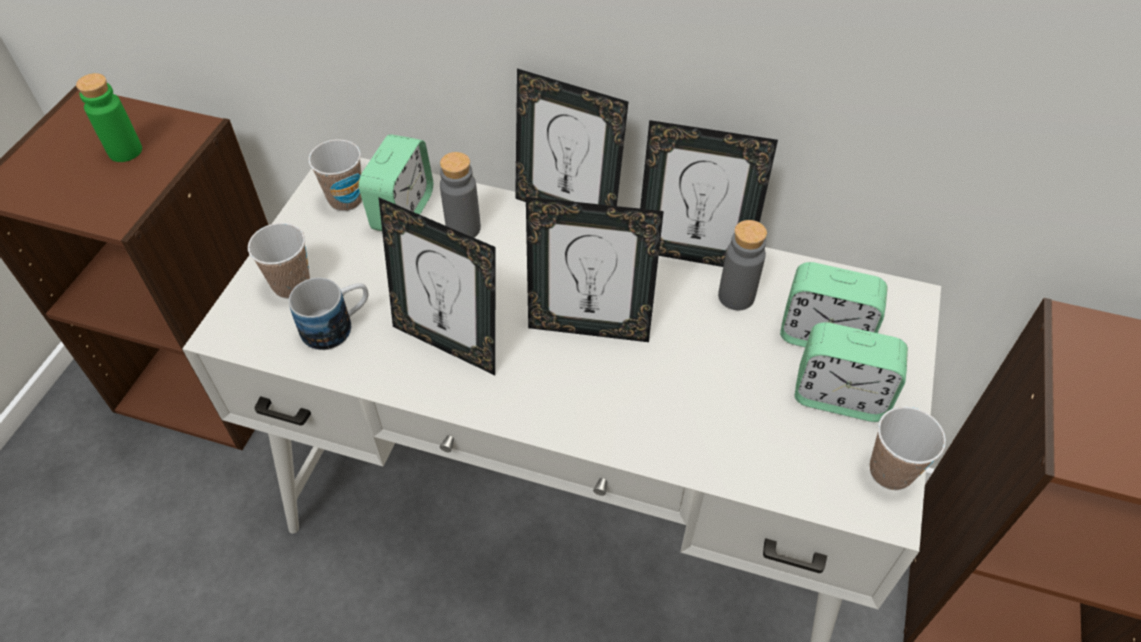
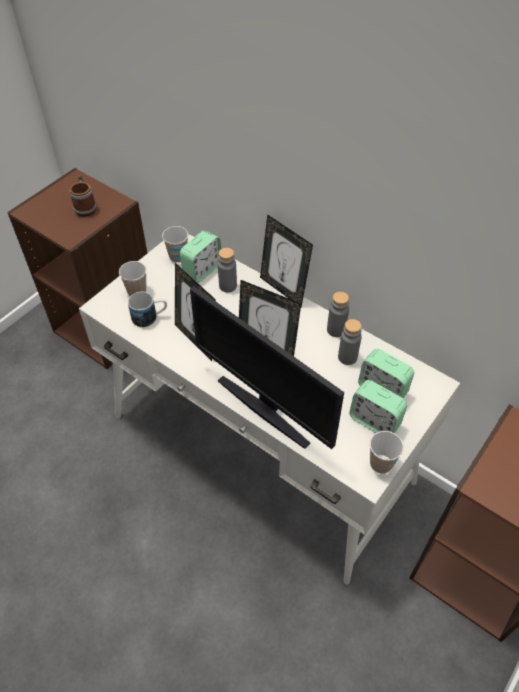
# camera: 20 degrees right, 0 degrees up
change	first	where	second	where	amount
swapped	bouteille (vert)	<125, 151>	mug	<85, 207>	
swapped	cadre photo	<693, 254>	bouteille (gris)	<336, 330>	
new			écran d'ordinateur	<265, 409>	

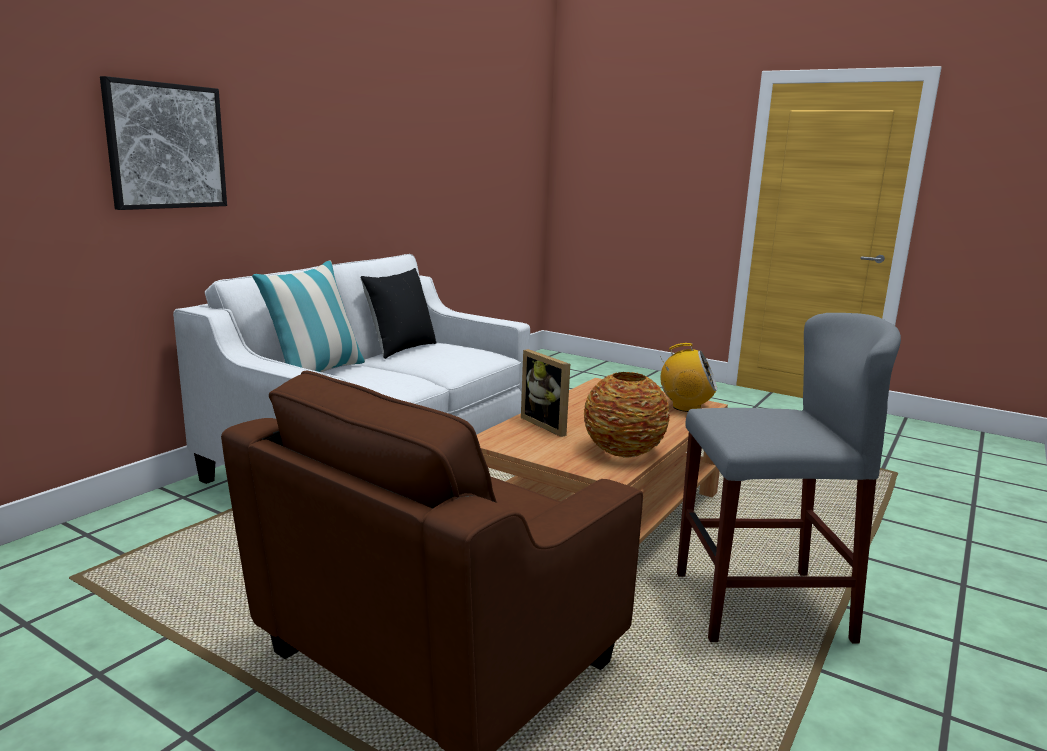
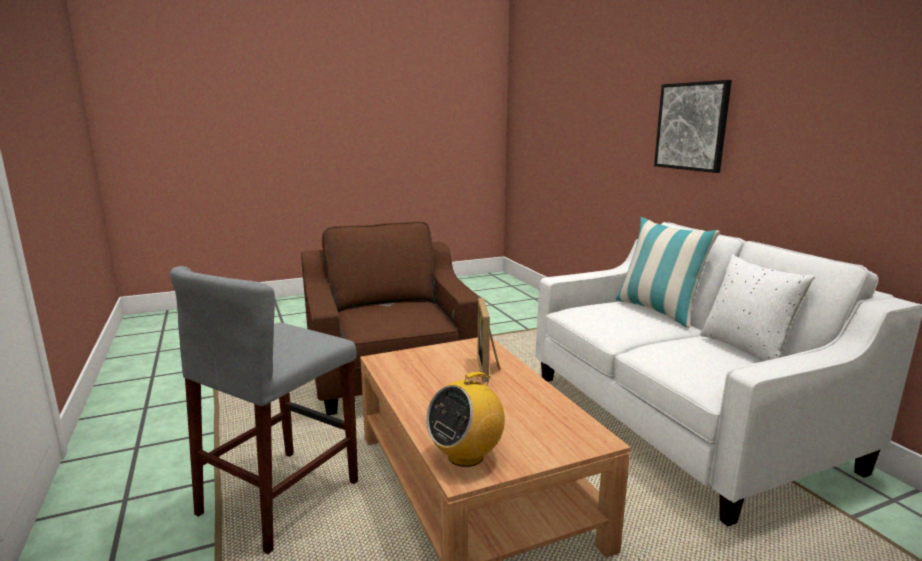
# camera: 125 degrees right, 0 degrees up
change	first	where	second	where	amount
repainted	coussin (noir)	<400, 349>	coussin (blanc)	<746, 348>	
rotated	cadre photo	<548, 425>		<489, 368>	90 degrees counterclockwise
gone	vase	<622, 451>			

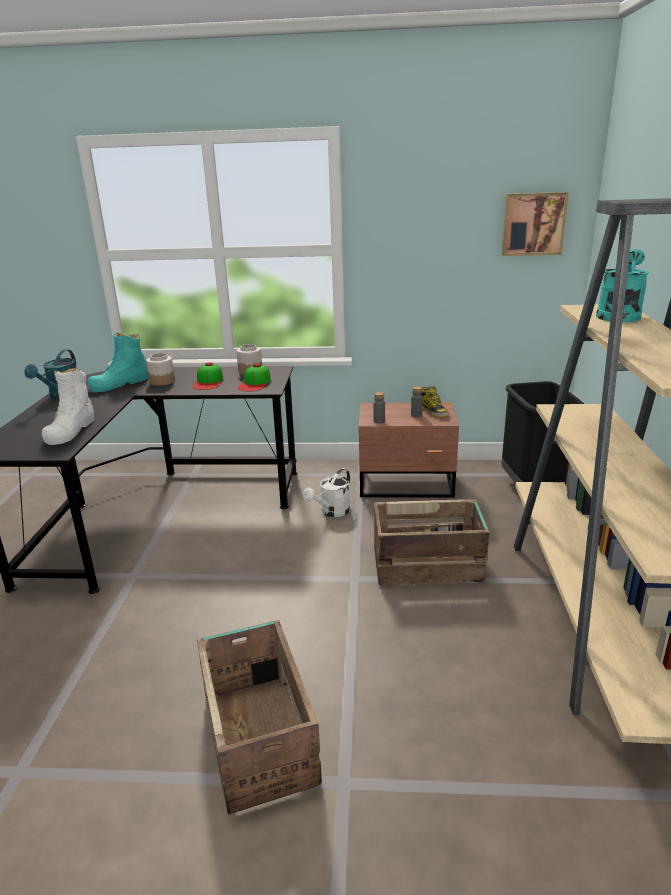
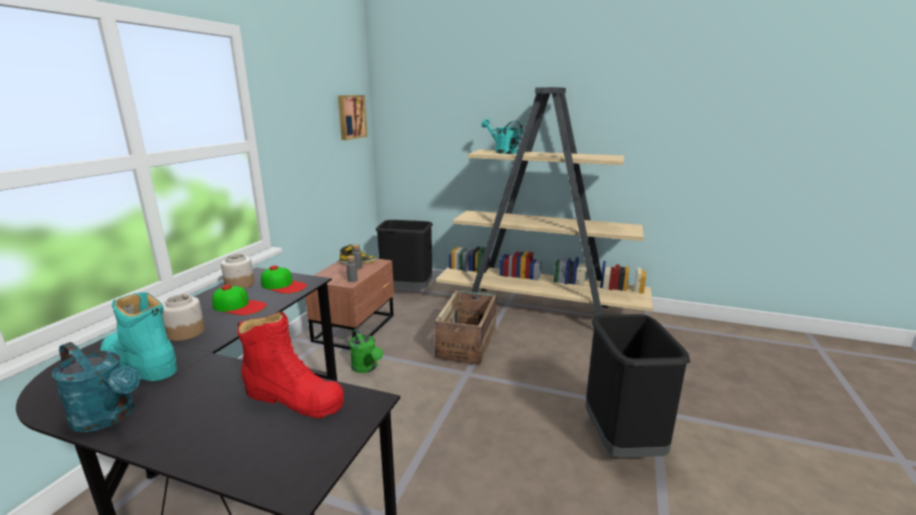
# camera: 75 degrees left, 5 degrees down
change	first	where	second	where	amount
rotated	botte (turquoise)	<120, 384>		<140, 363>	150 degrees clockwise
repainted	botte (blanc)	<71, 430>	botte (rouge)	<294, 398>	
repainted	arrosoir (blanc)	<332, 512>	arrosoir (vert)	<367, 368>	
swapped	caisse	<259, 735>	poubelle (noir)	<621, 441>	

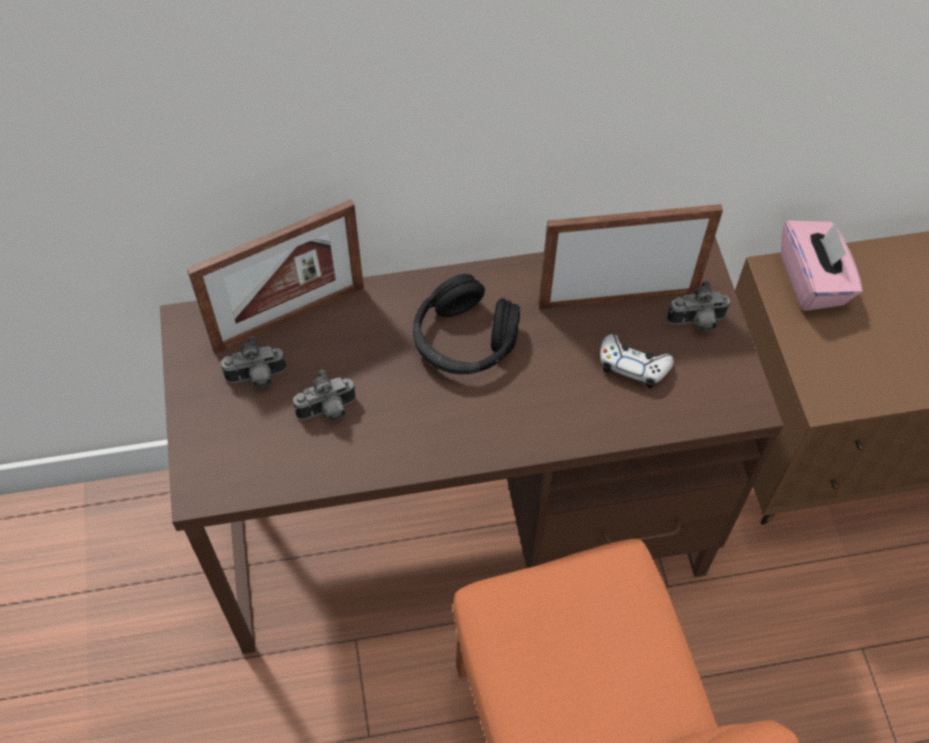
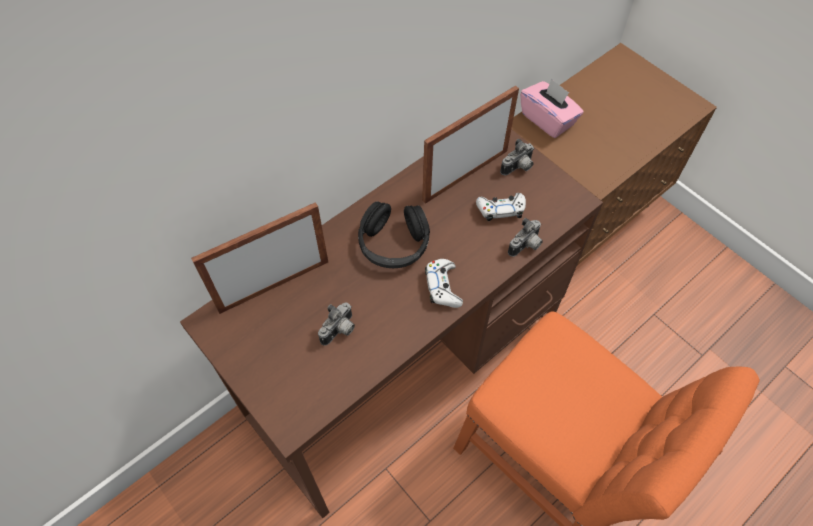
# camera: 30 degrees left, 0 degrees up
change	first	where	second	where	amount
rotated	cadre photo	<289, 317>		<274, 285>	150 degrees counterclockwise
shifted	appareil photo	<257, 378>		<526, 246>	
new			manette (blanc)	<443, 287>	

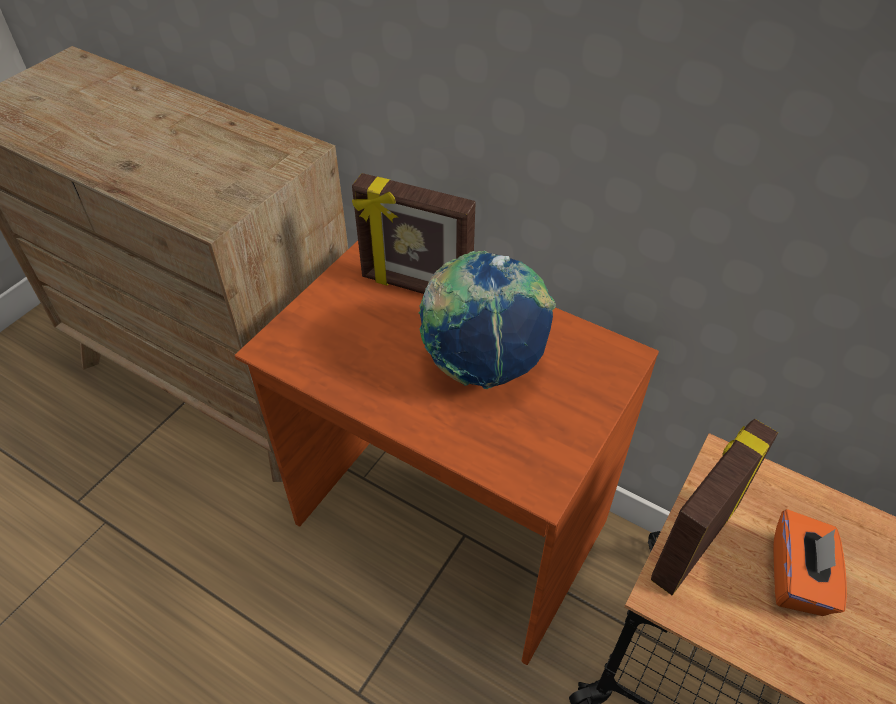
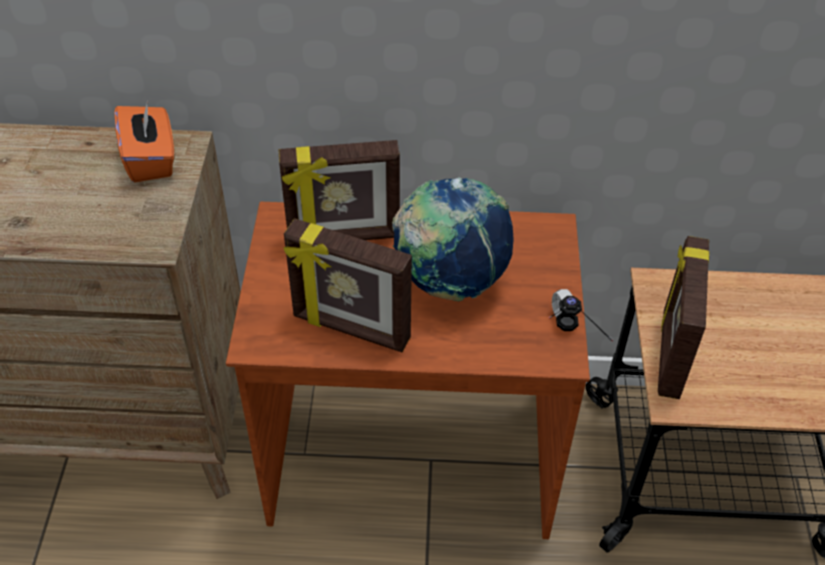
# camera: 30 degrees left, 0 degrees up
change	first	where	second	where	amount
shifted	boîte à mouchoirs (orange)	<798, 578>		<150, 160>	
new			cadre photo	<350, 329>	
new			casque audio	<567, 338>	

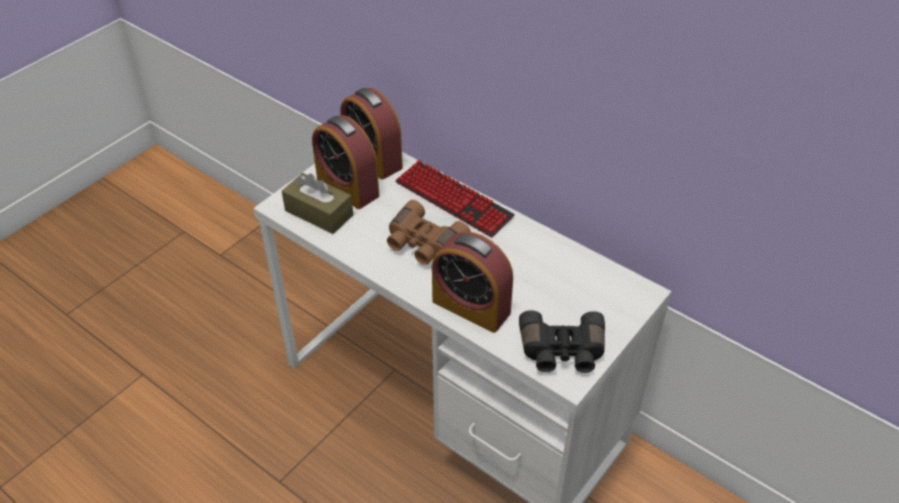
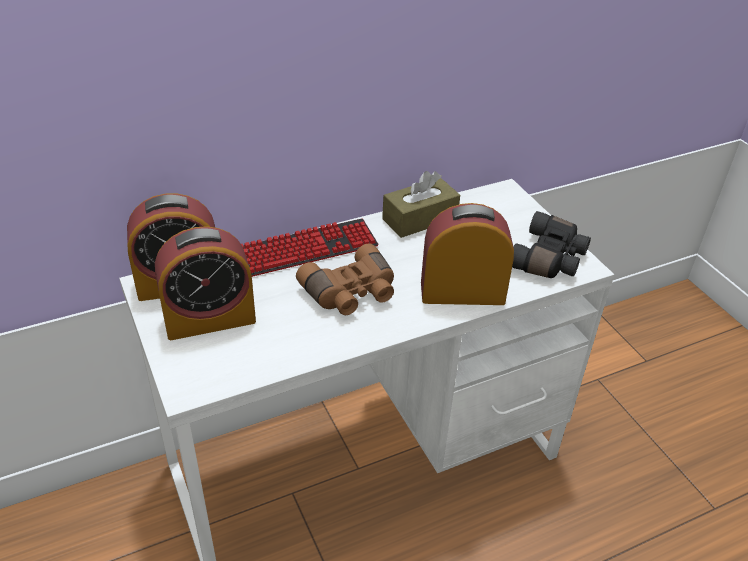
# camera: 65 degrees left, 5 degrees down
change	first	where	second	where	amount
shifted	boîte à mouchoirs (marron)	<319, 213>		<420, 219>	
rotated	réveil	<471, 307>		<462, 292>	150 degrees counterclockwise

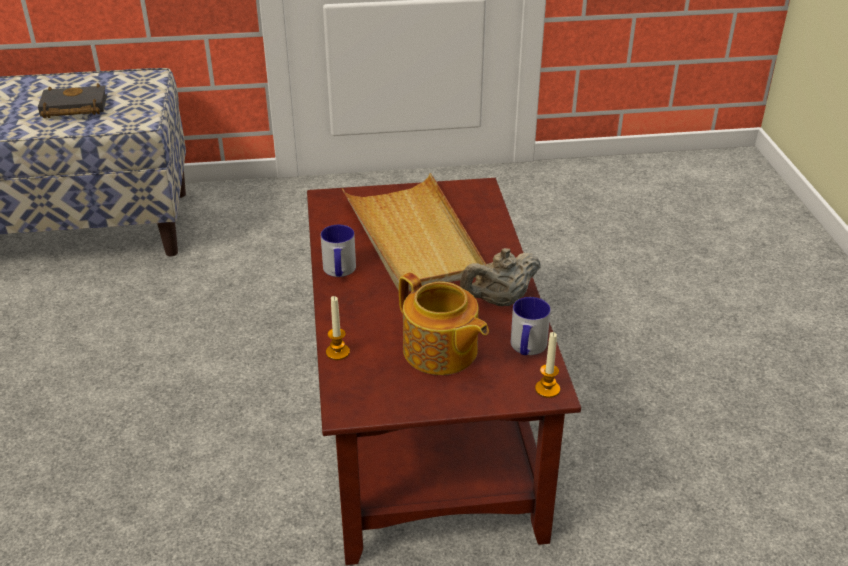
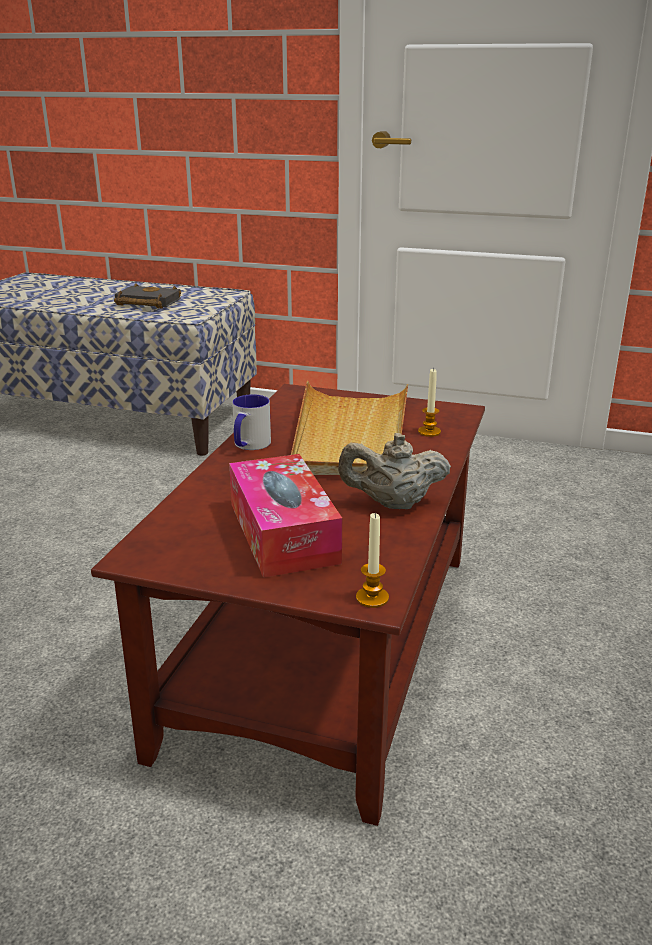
# camera: 25 degrees right, 10 degrees down
change	first	where	second	where	amount
swapped	théière	<440, 352>	boîte à mouchoirs	<283, 532>	
shifted	bougie	<337, 352>		<429, 432>	
gone	mug	<527, 348>			

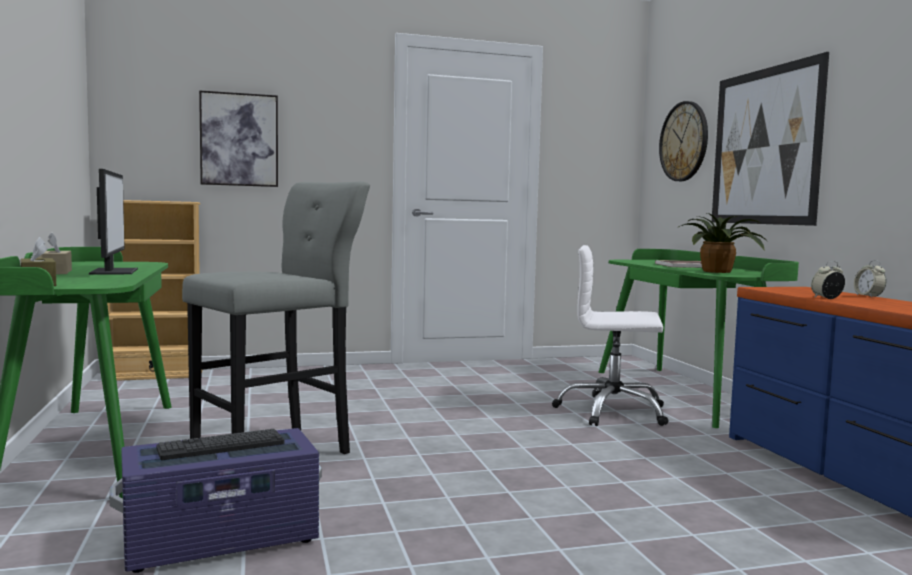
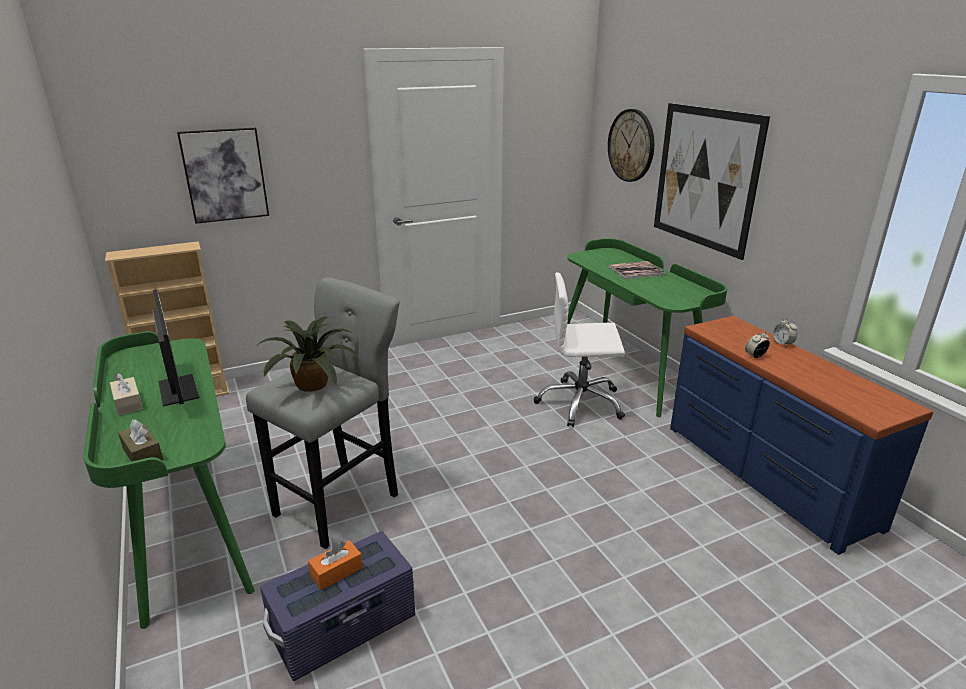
# camera: 10 degrees left, 20 degrees up
change	first	where	second	where	amount
shifted	plante en pot	<719, 272>		<314, 385>	
swapped	clavier	<221, 446>	boîte à mouchoirs (orange)	<336, 572>	

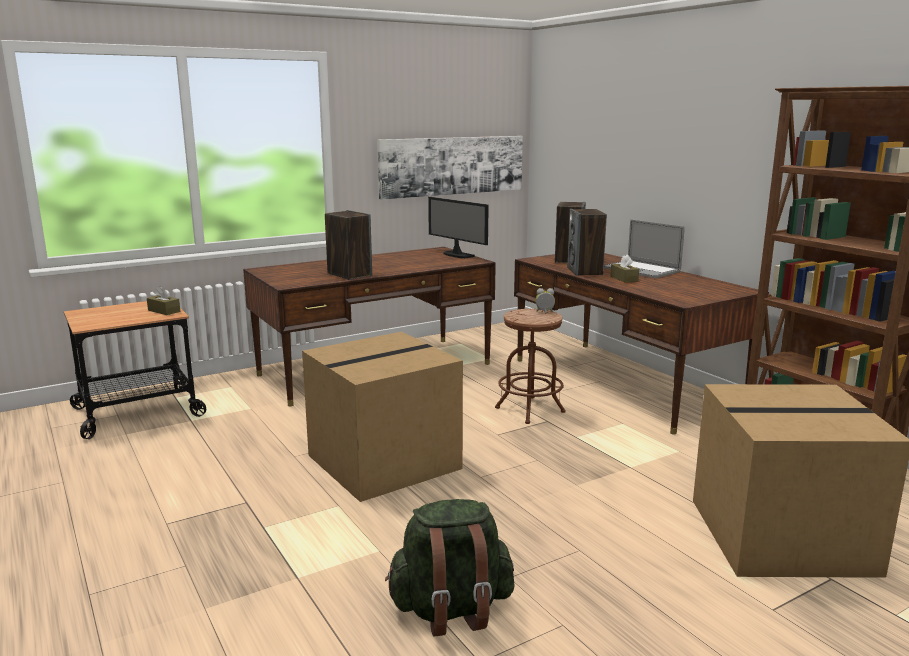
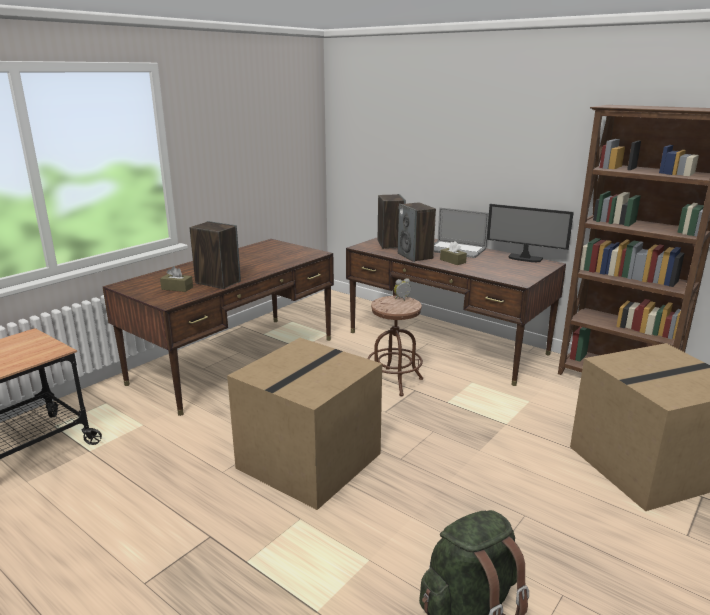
# camera: 20 degrees left, 5 degrees up
change	first	where	second	where	amount
gone	tableau	<452, 166>			
shifted	écran d'ordinateur	<457, 255>		<524, 259>	
shifted	boîte à mouchoirs (marron)	<164, 311>		<177, 288>	

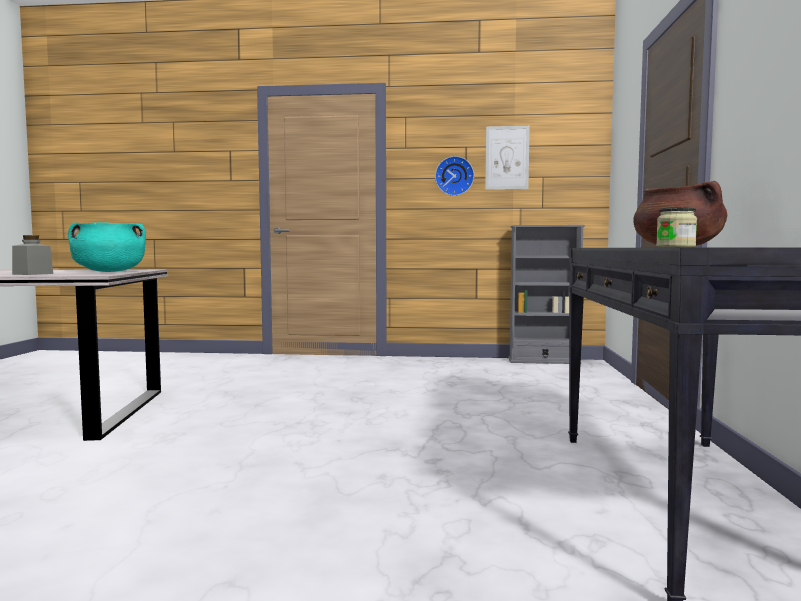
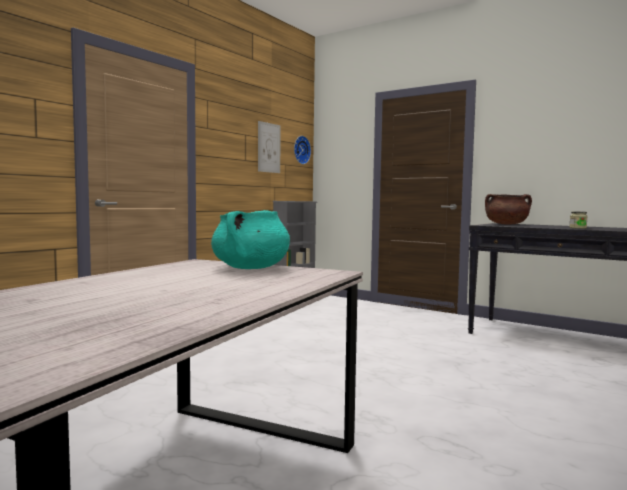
# camera: 60 degrees left, 0 degrees up
change	first	where	second	where	amount
shifted	horloge murale	<454, 176>		<300, 150>	
gone	bocal (gris)	<33, 274>			

